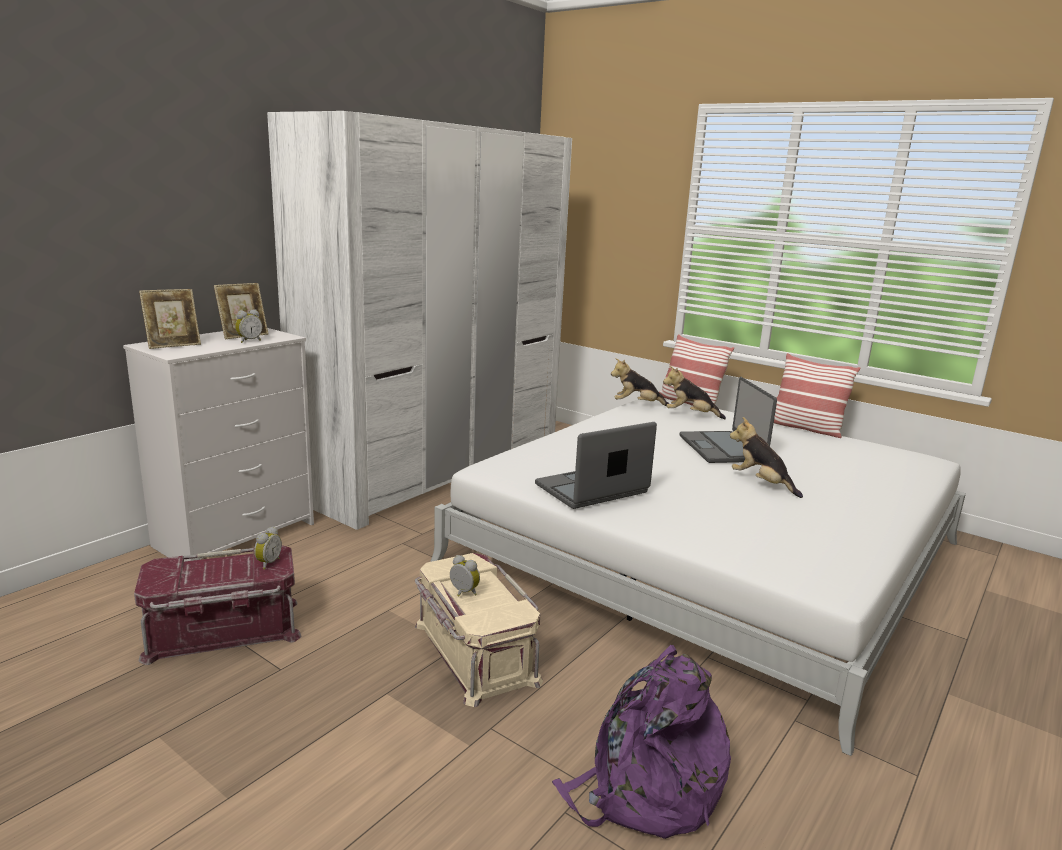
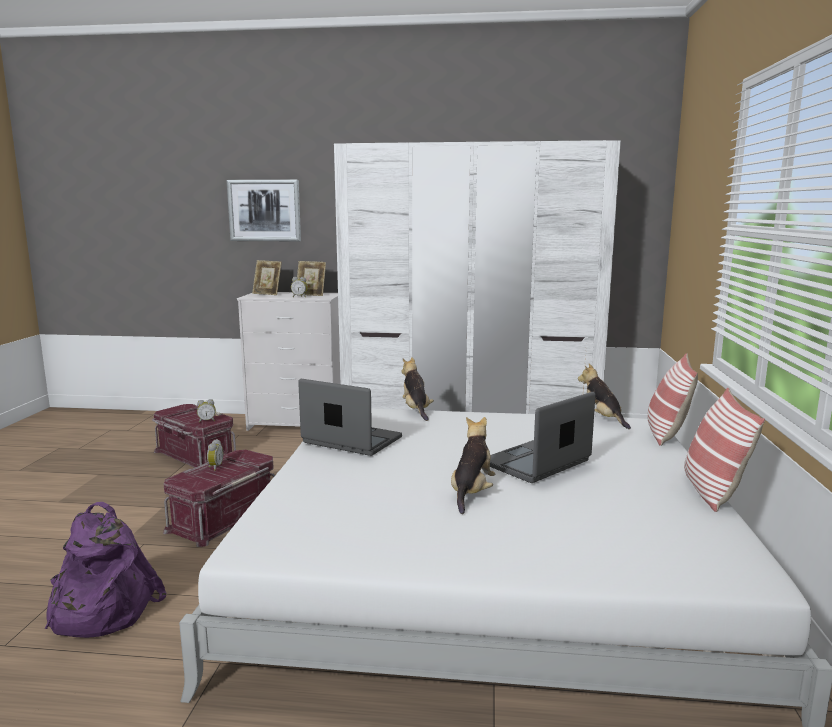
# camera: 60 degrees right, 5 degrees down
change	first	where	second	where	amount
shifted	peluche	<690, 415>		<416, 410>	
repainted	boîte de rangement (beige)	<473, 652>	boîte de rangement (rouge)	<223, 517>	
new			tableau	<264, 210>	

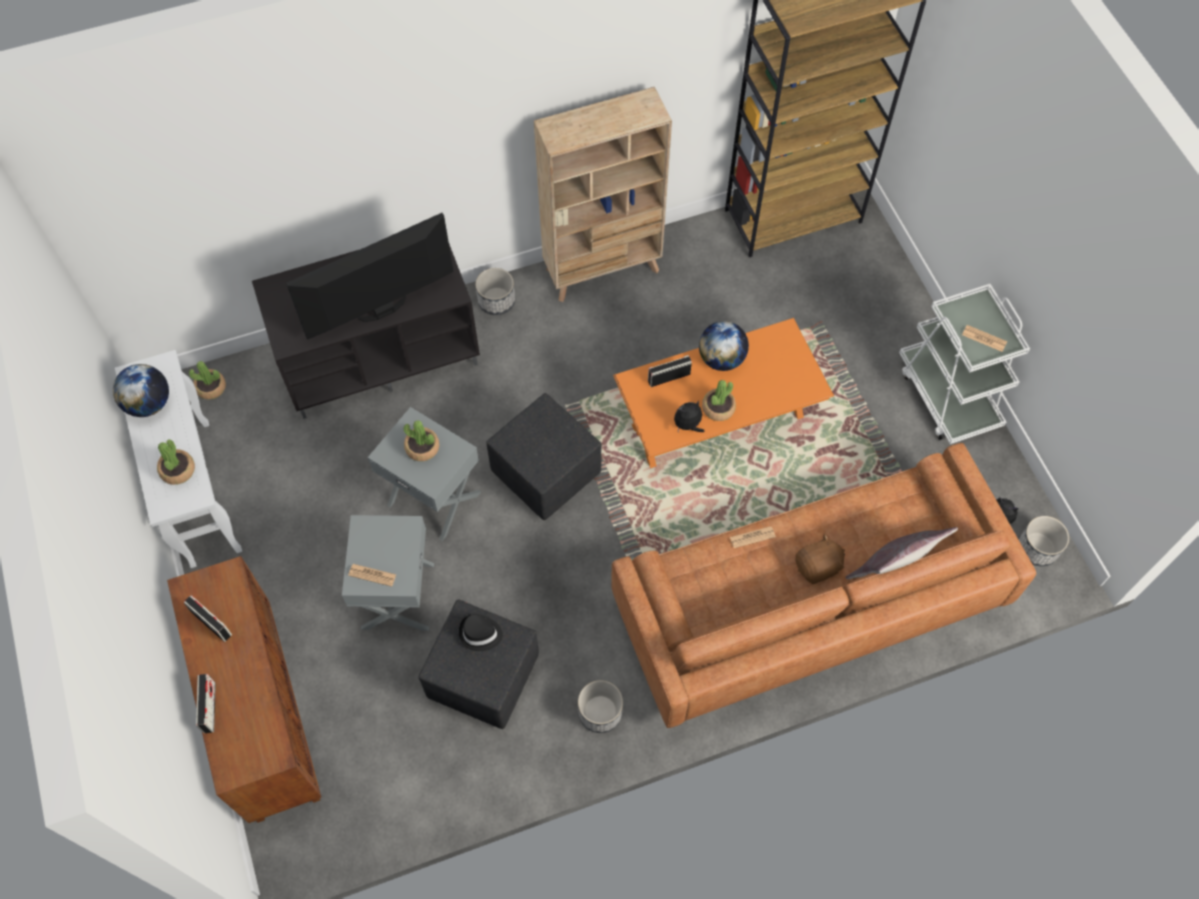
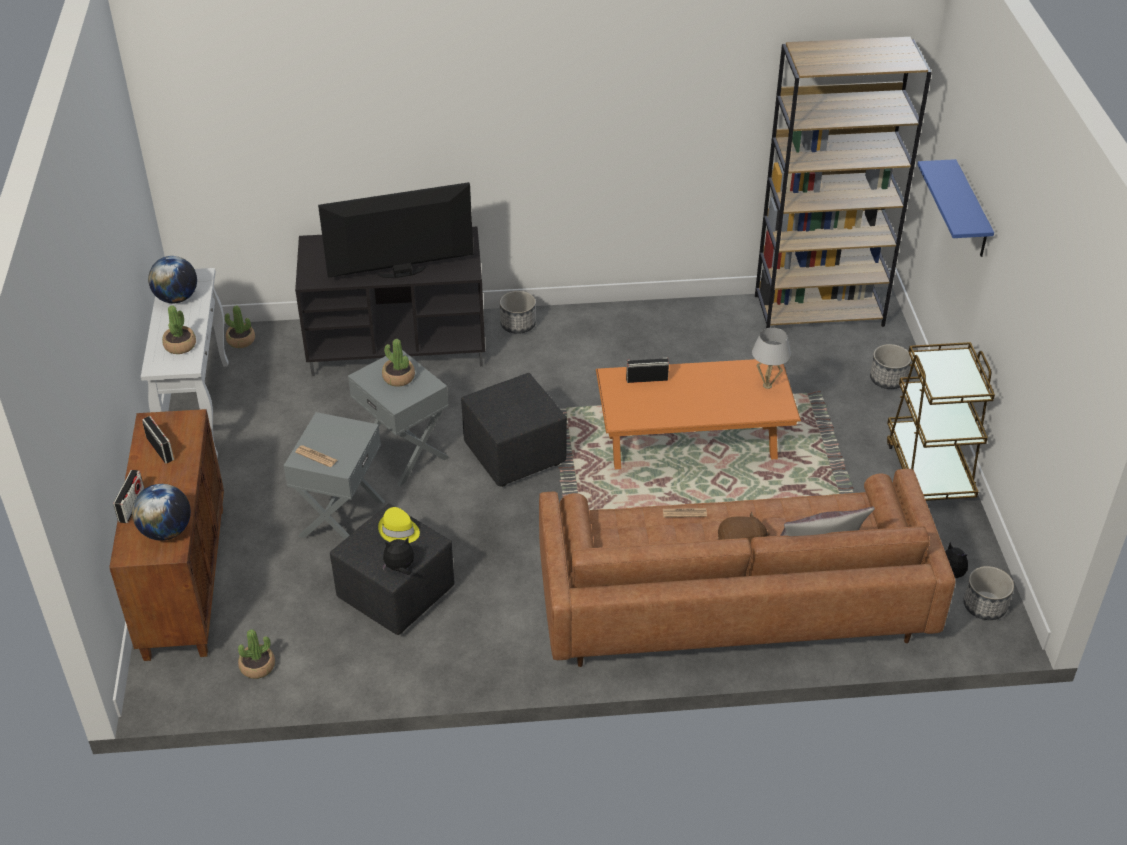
# camera: 15 degrees right, 20 degrees down
change	first	where	second	where	amount
gone	bibliothèque (beige)	<603, 270>			
repainted	chariot (blanc)	<948, 395>	chariot (marron)	<929, 469>	
shifted	globe	<721, 359>		<166, 531>	
gone	journal	<984, 338>			
shifted	plante en pot	<718, 408>		<257, 666>	
shifted	peluche	<688, 425>		<400, 568>	
repainted	chapeau (noir)	<480, 634>	chapeau (jaune)	<398, 531>	
shifted	cache-pot	<600, 712>		<888, 379>	
new			étagère (bleu)	<971, 211>	
new			lampe de table (blanc)	<767, 385>	

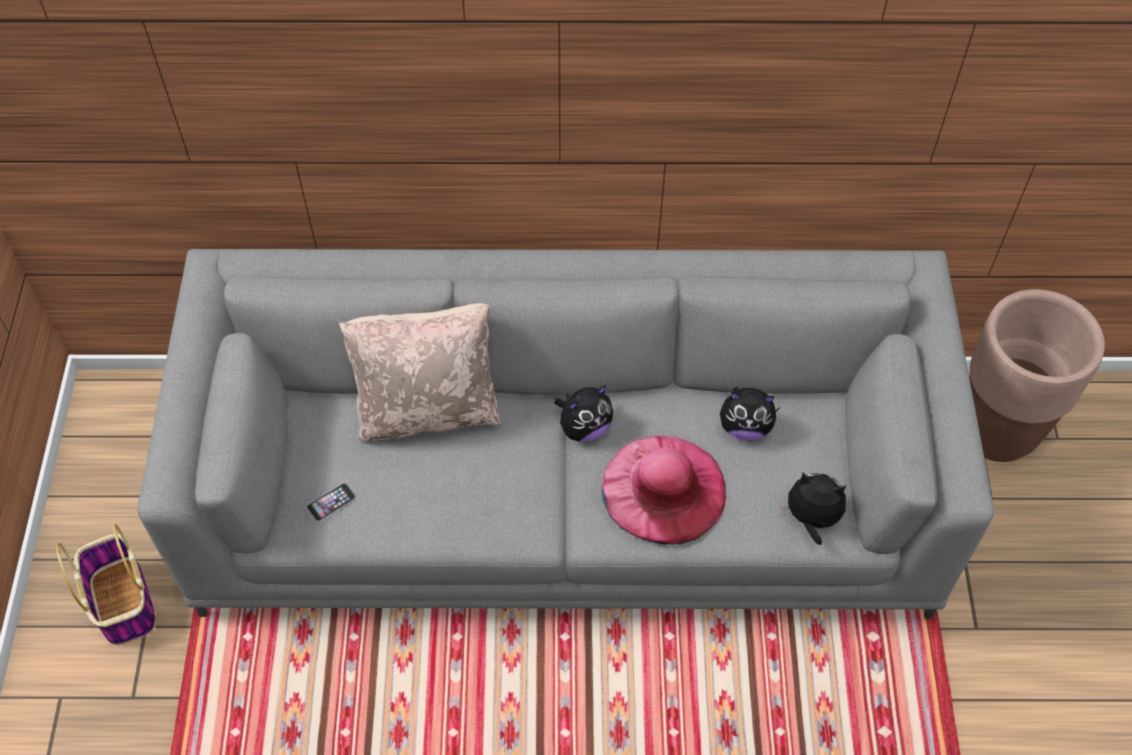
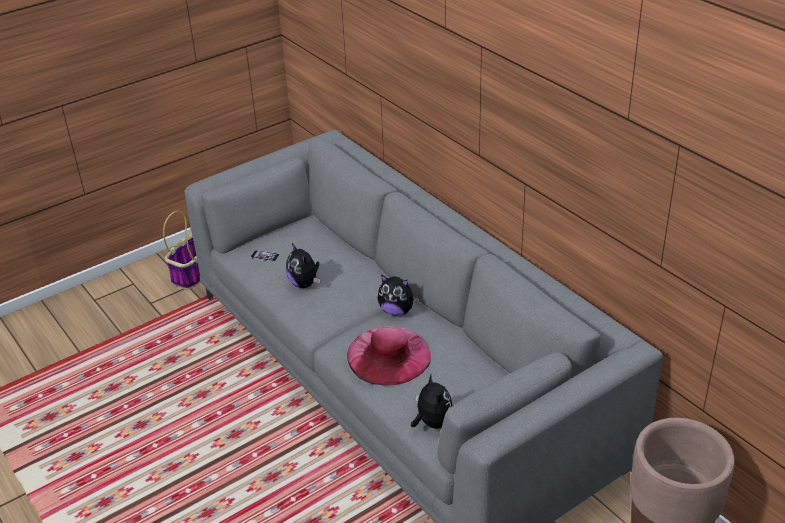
# camera: 55 degrees right, 20 degrees down
change	first	where	second	where	amount
gone	coussin (beige)	<428, 409>			
shifted	peluche	<745, 427>		<304, 284>	

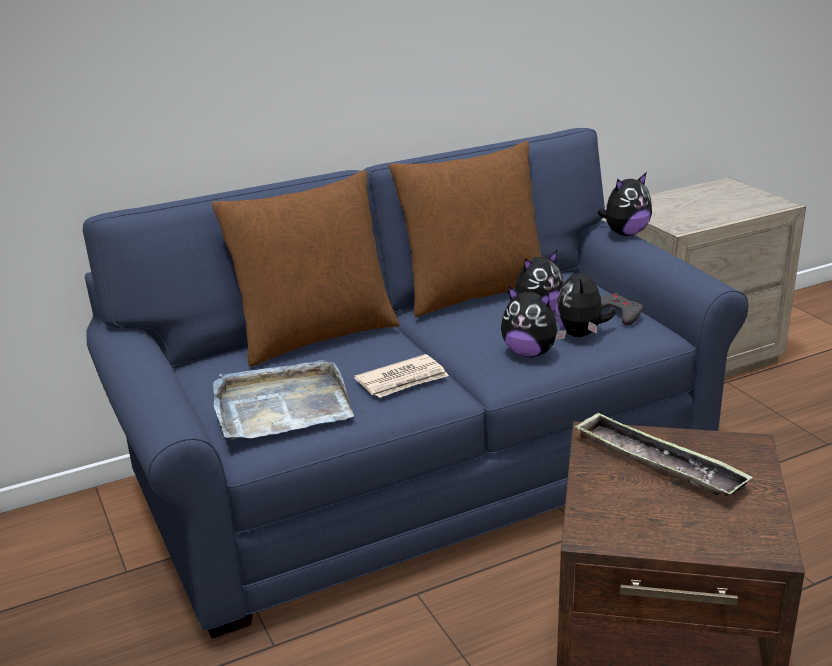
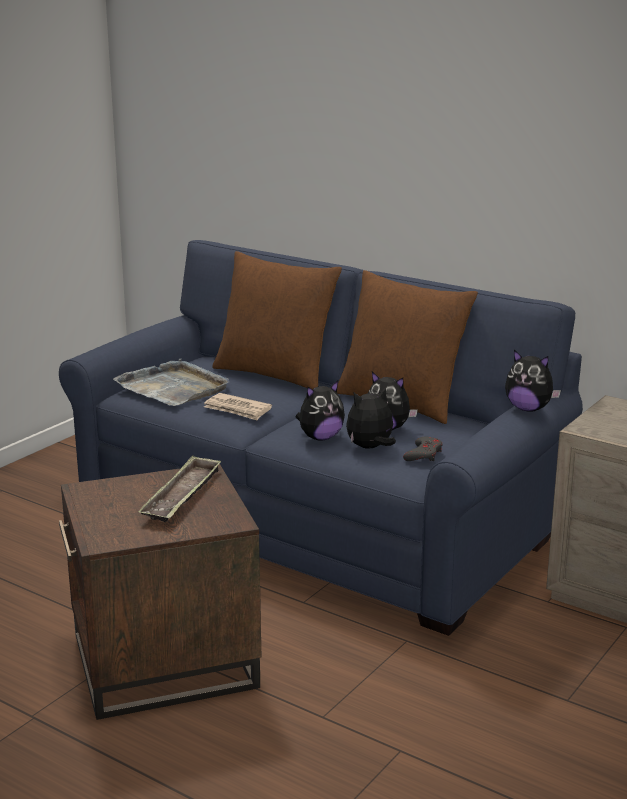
# camera: 60 degrees right, 5 degrees down
change	first	where	second	where	amount
rotated	peluche	<530, 352>		<320, 437>	120 degrees counterclockwise

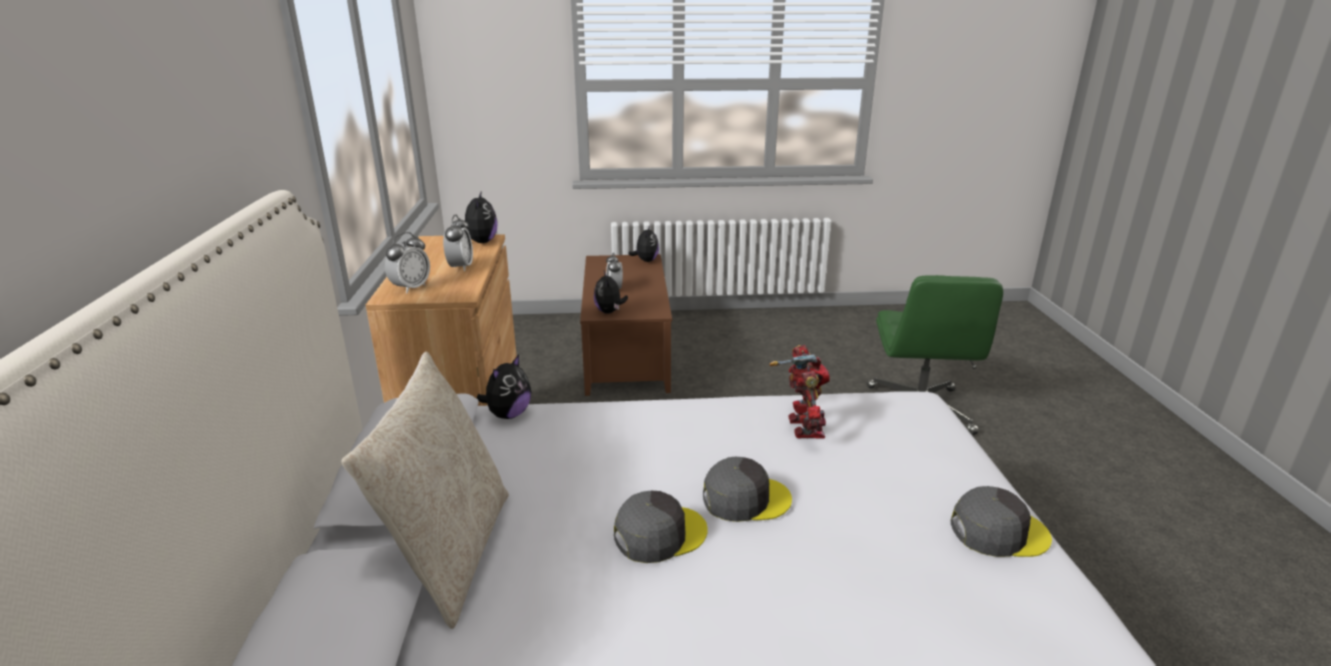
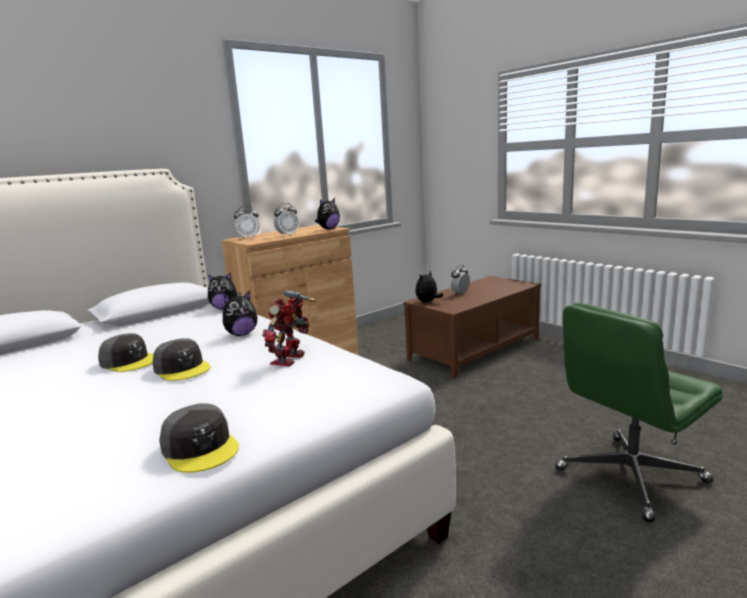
# camera: 55 degrees right, 10 degrees down
change	first	where	second	where	amount
shifted	peluche	<646, 261>		<241, 334>	
rotated	robot jouet	<802, 428>		<290, 359>	150 degrees clockwise
gone	coussin (beige)	<450, 553>			

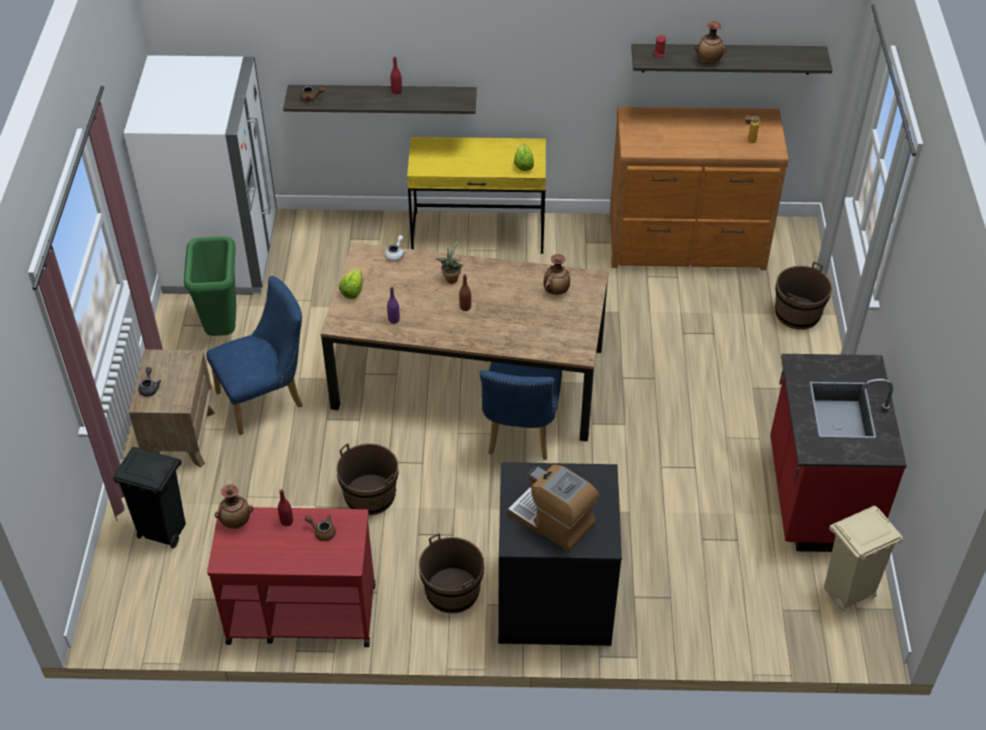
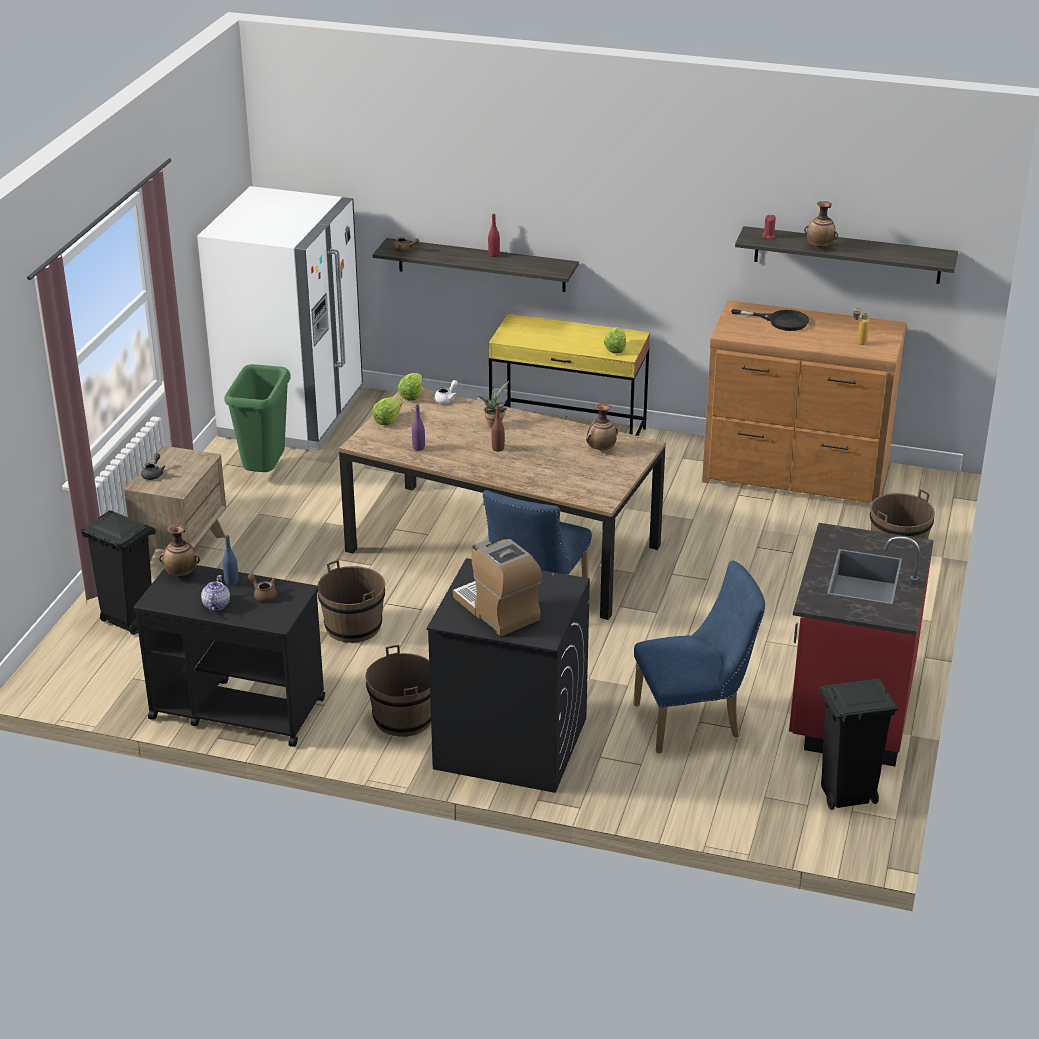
# camera: 15 degrees right, 15 degrees down
change	first	where	second	where	amount
shifted	chaise (bleu)	<266, 399>		<695, 721>	
repainted	bouteille (rouge)	<286, 521>	bouteille (bleu)	<231, 581>	
repainted	poubelle (beige)	<846, 594>	poubelle (noir)	<846, 796>	
repainted	chariot (rouge)	<300, 613>	chariot (noir)	<236, 708>	
new			poêle (noir)	<780, 321>	
new			laitue	<412, 395>	
new			théière	<216, 604>	

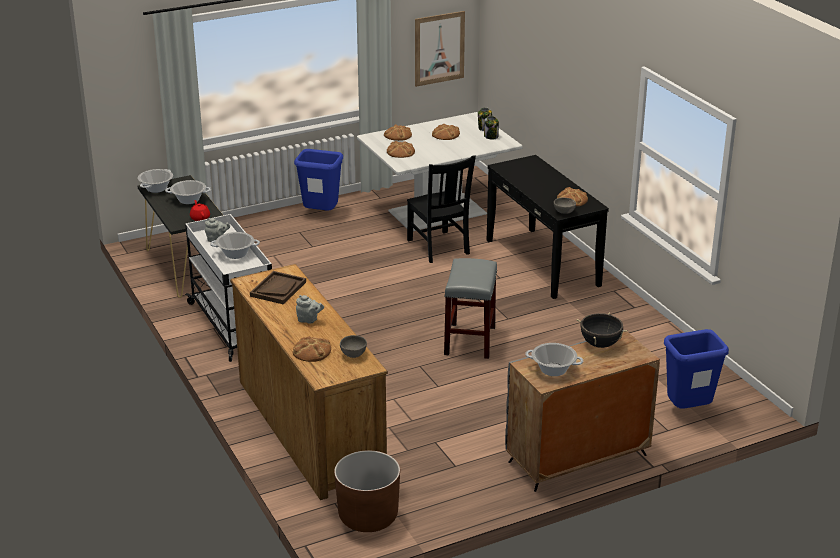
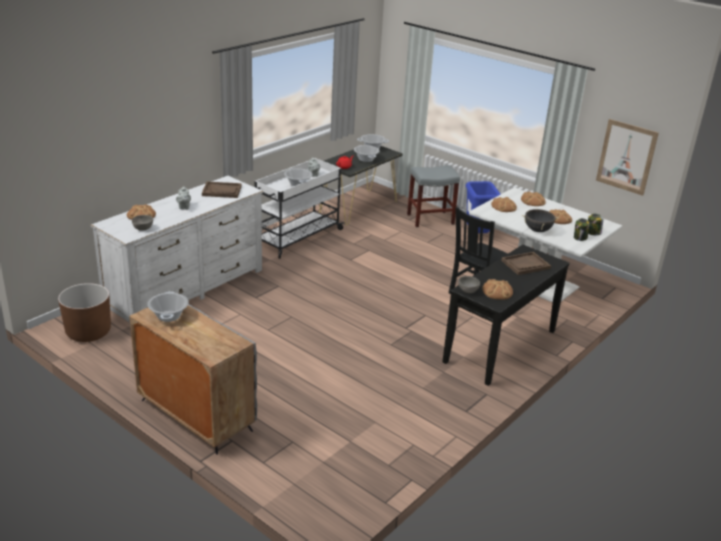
# camera: 65 degrees right, 0 degrees up
change	first	where	second	where	amount
shifted	tabouret (gris)	<469, 340>		<430, 219>	
repainted	commode (marron)	<309, 428>	commode (blanc)	<186, 289>	
shifted	marmite (noir)	<600, 344>		<537, 230>	
gone	poubelle (bleu)	<688, 411>			
new			plateau (marron)	<525, 264>	

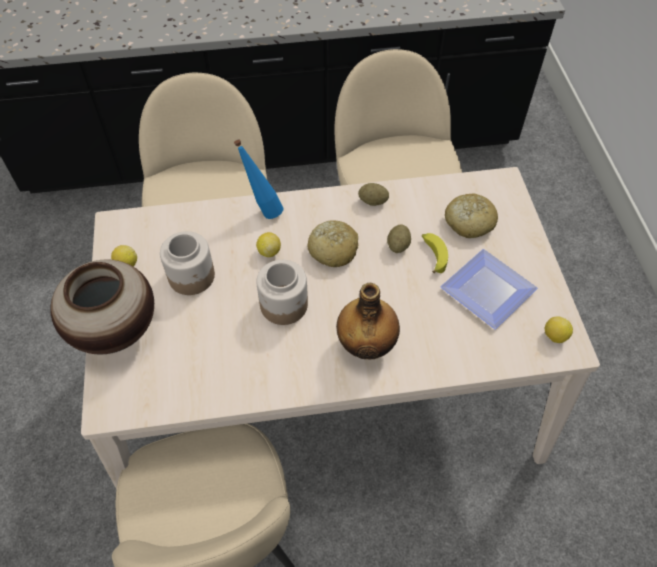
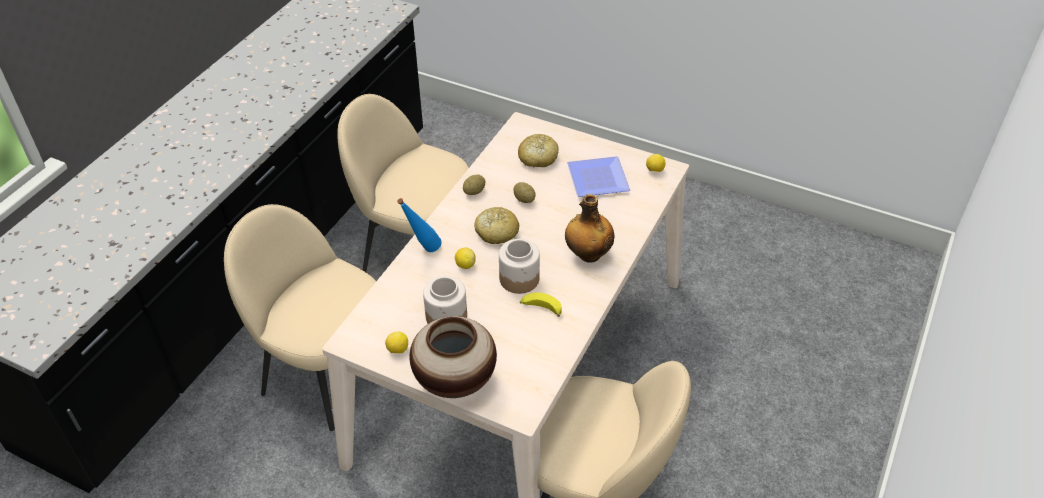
# camera: 55 degrees left, 10 degrees down
change	first	where	second	where	amount
shifted	banane	<433, 255>		<540, 308>	

